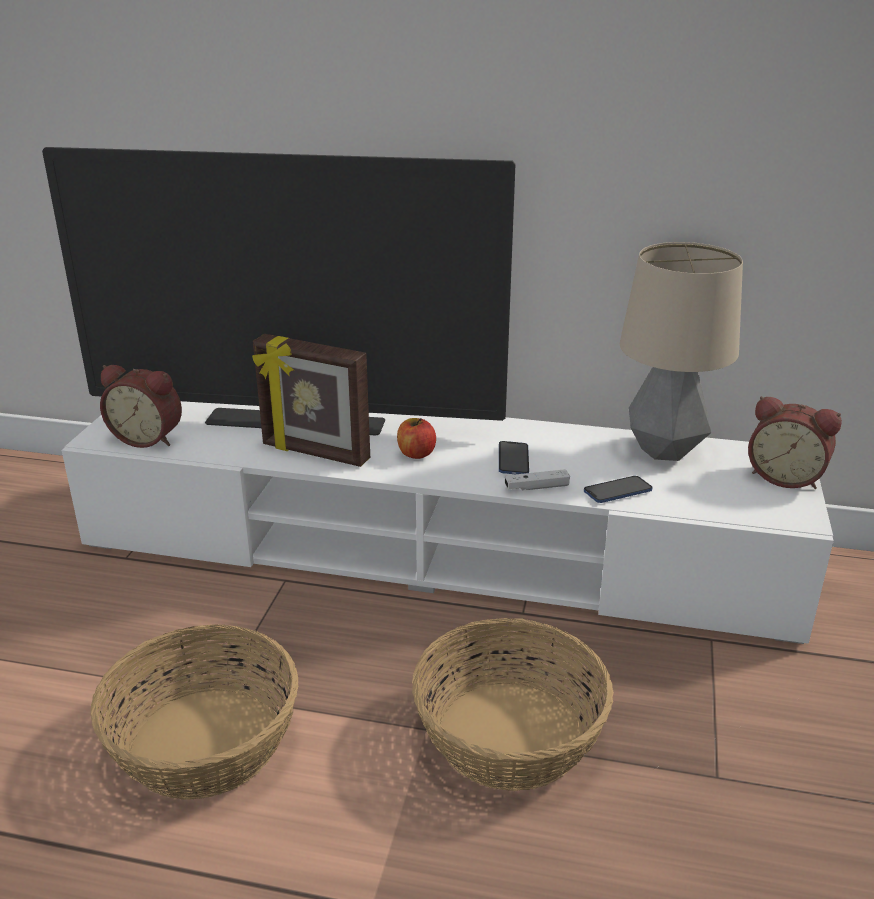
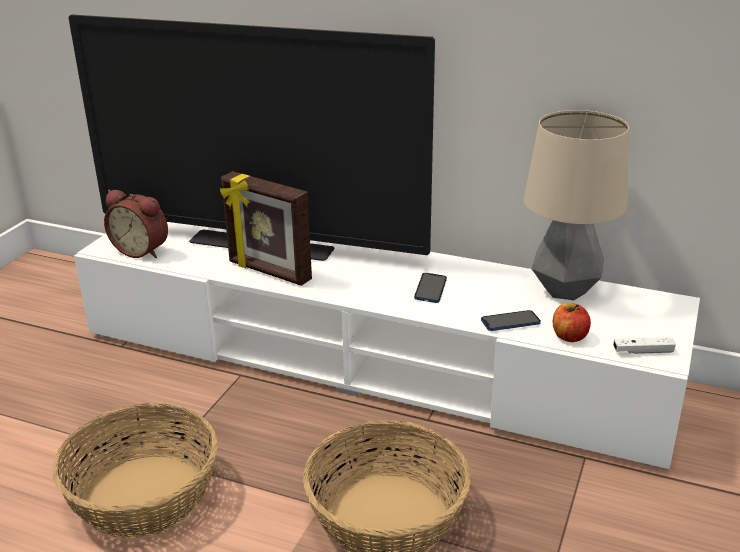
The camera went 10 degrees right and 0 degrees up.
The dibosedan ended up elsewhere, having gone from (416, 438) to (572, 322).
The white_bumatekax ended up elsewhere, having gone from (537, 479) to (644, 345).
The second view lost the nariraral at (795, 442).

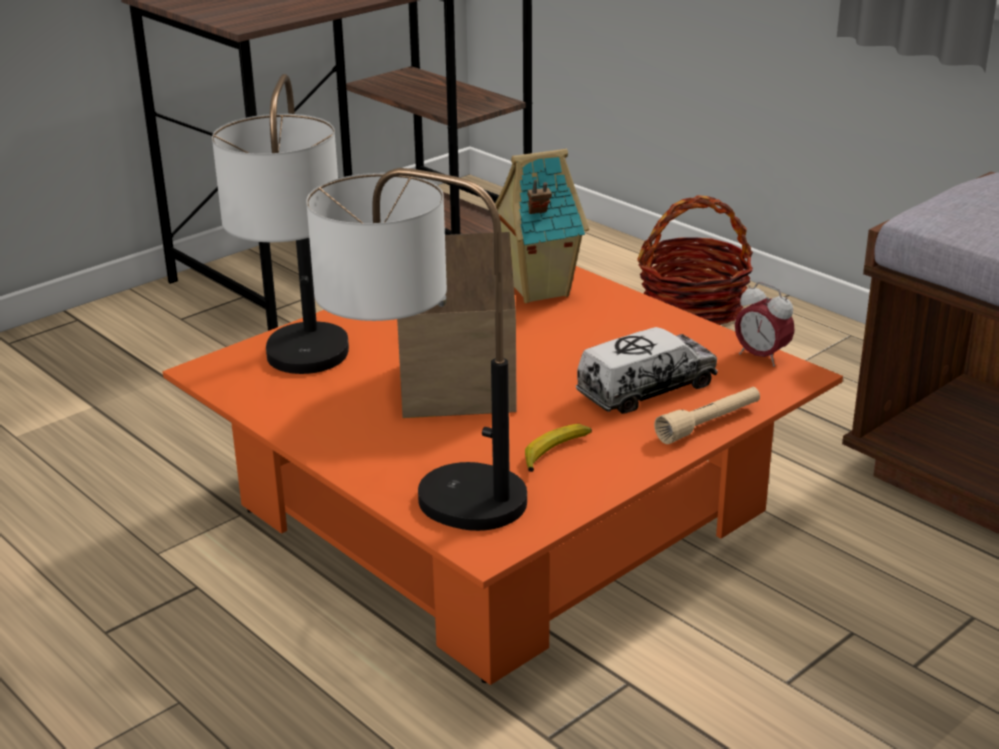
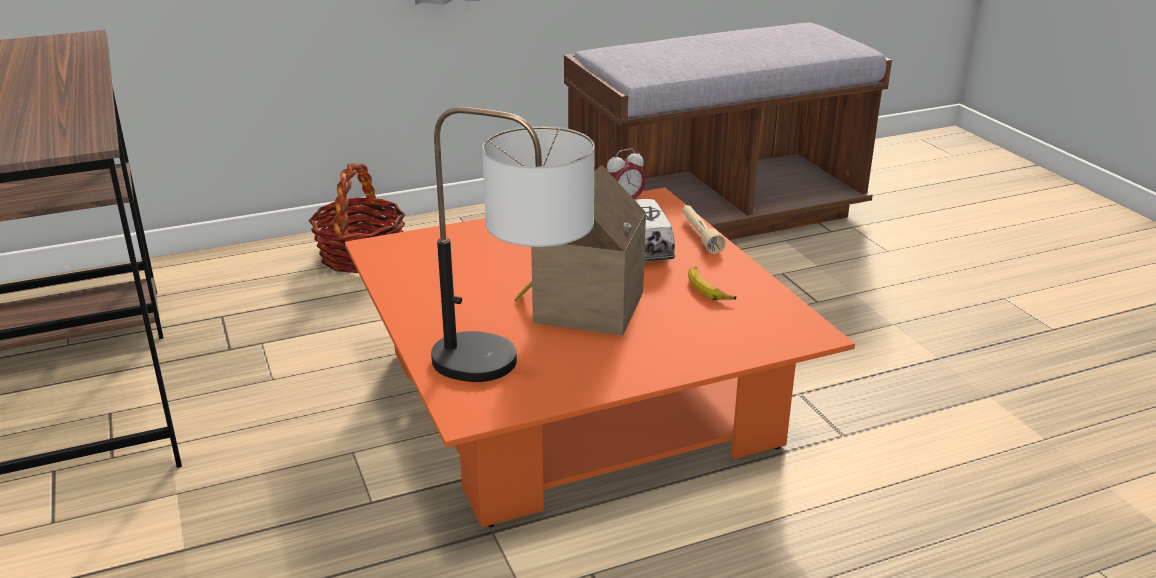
The camera went 70 degrees left and 0 degrees up.
The second view lost the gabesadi at (416, 349).
The second view lost the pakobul at (542, 226).

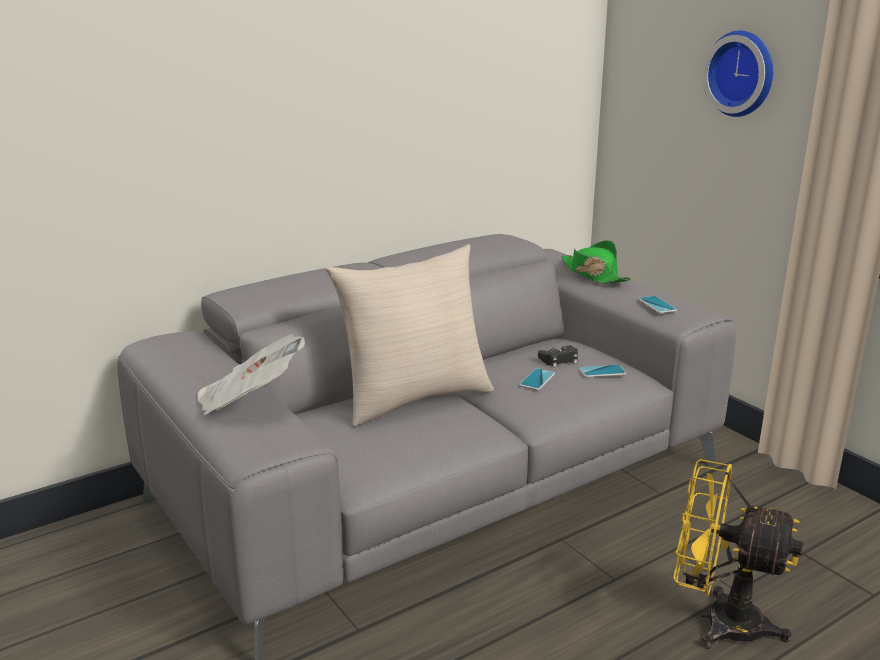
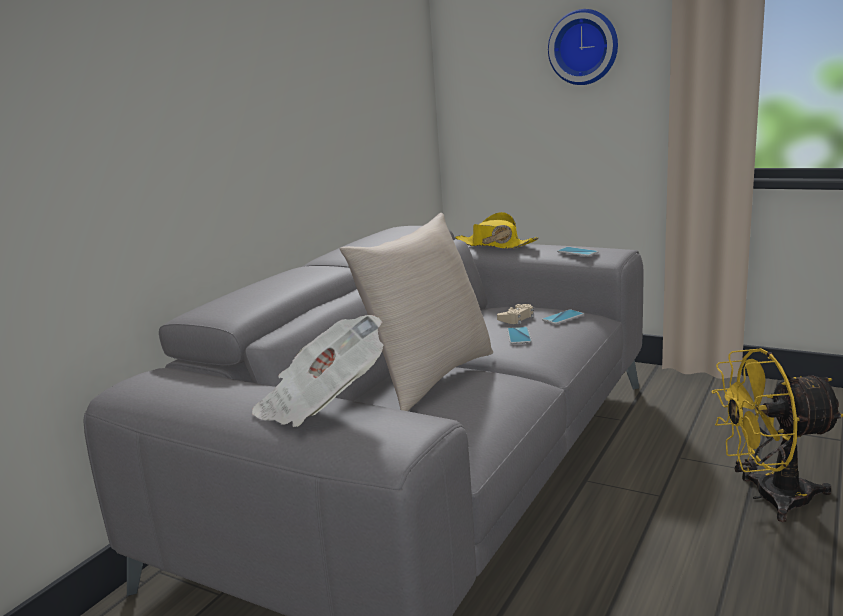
The camera went 25 degrees left and 5 degrees down.
What was the black_bumatekax at (558, 356) turned into the beige_bumatekax at (515, 314).
What was the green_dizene at (596, 262) turned into the yellow_dizene at (496, 230).

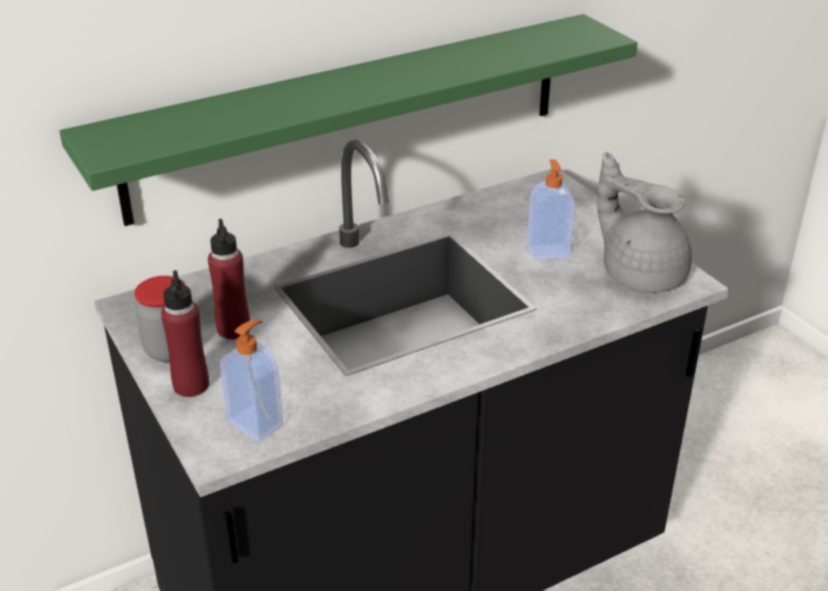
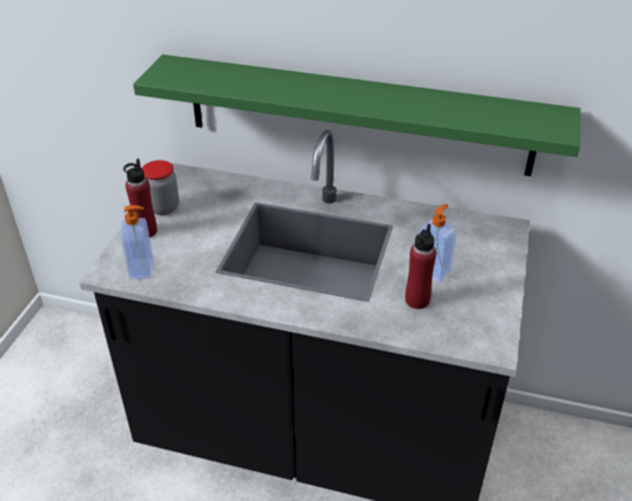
The camera went 45 degrees right and 5 degrees up.
The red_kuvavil ended up elsewhere, having gone from (229, 279) to (421, 266).
The second view lost the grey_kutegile at (644, 222).

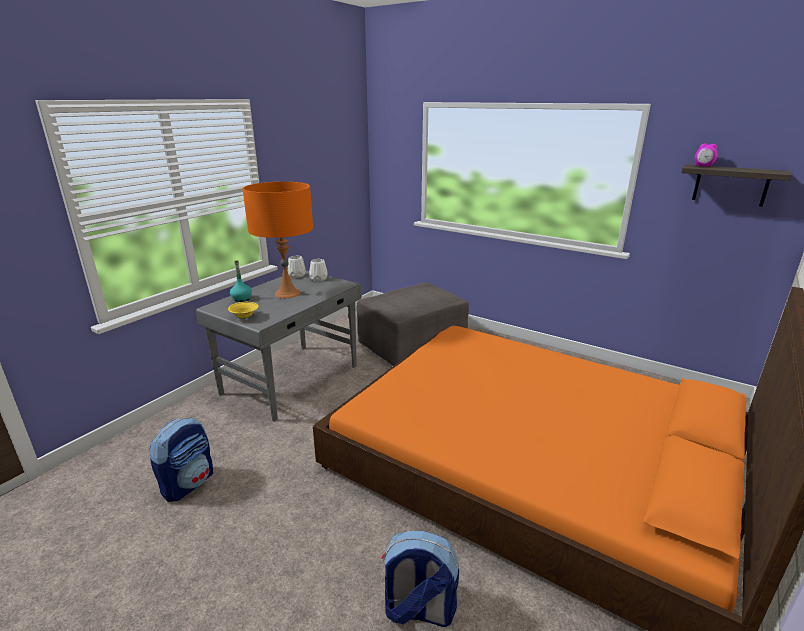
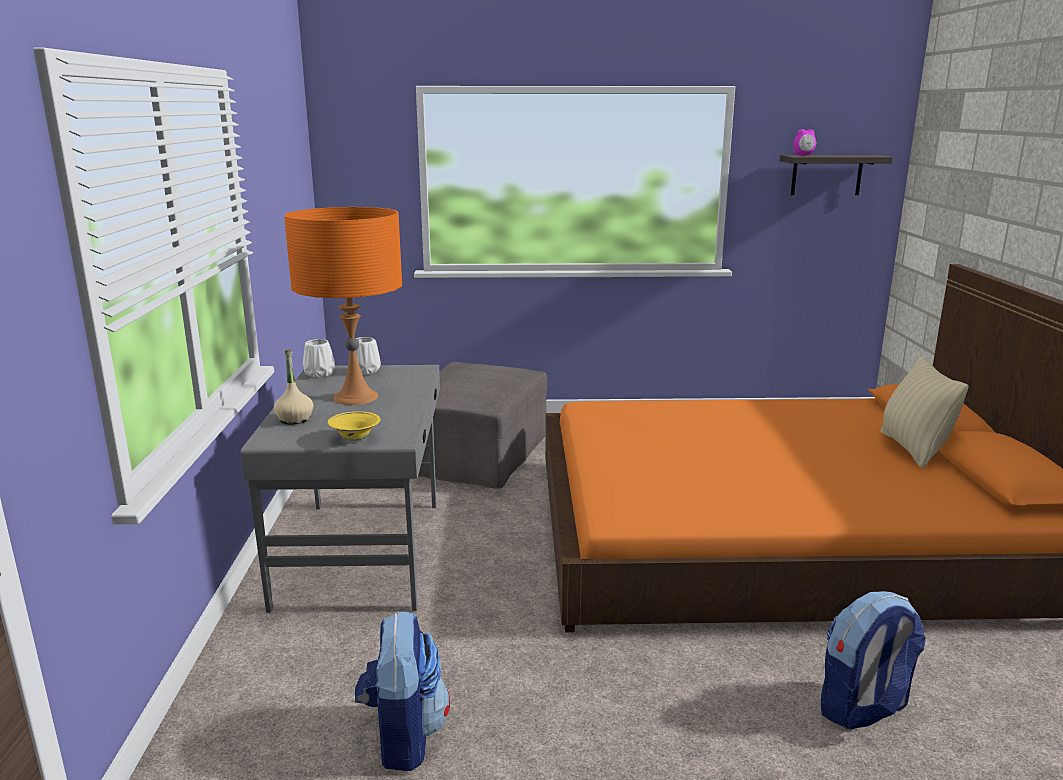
The camera went 35 degrees left and 5 degrees down.
What was the turquoise_kuvavil at (241, 281) turned into the beige_kuvavil at (293, 386).
The second view gained the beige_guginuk at (924, 412).

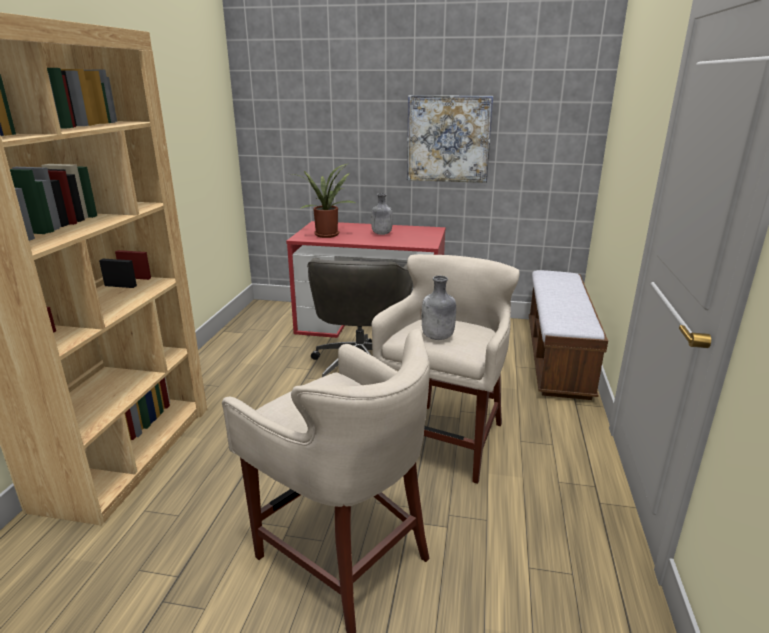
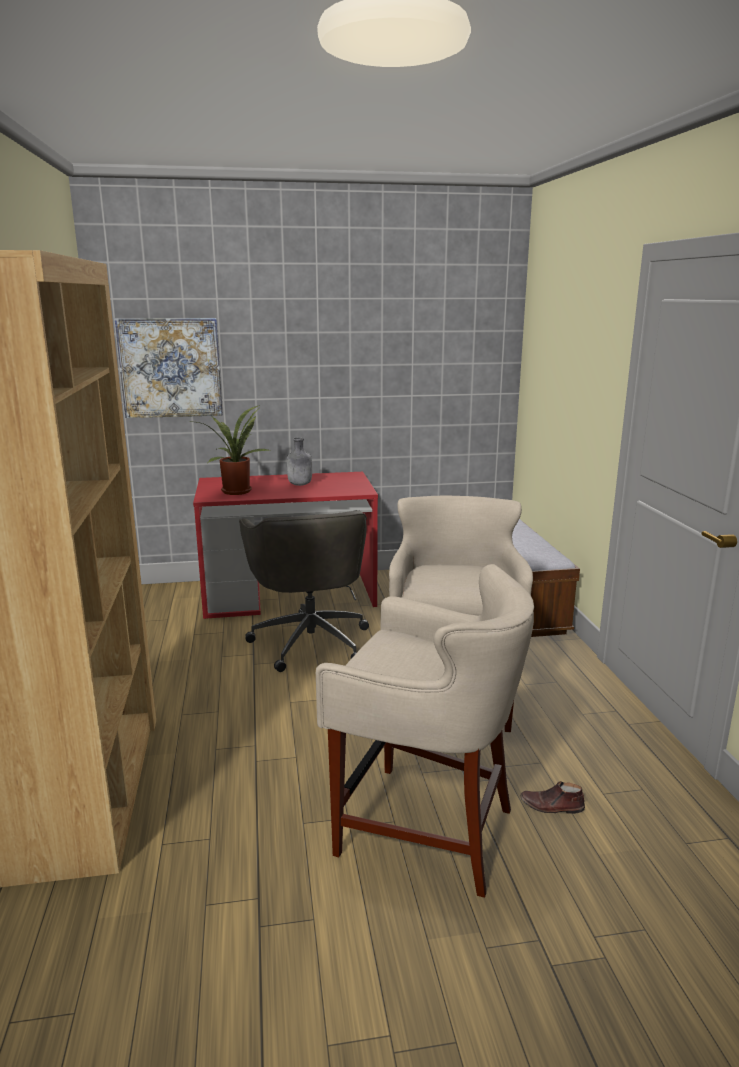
The camera went 20 degrees left and 5 degrees down.
The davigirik ended up elsewhere, having gone from (450, 139) to (169, 368).
The second view lost the grey_kuvavil at (439, 308).
The second view gained the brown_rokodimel at (552, 797).

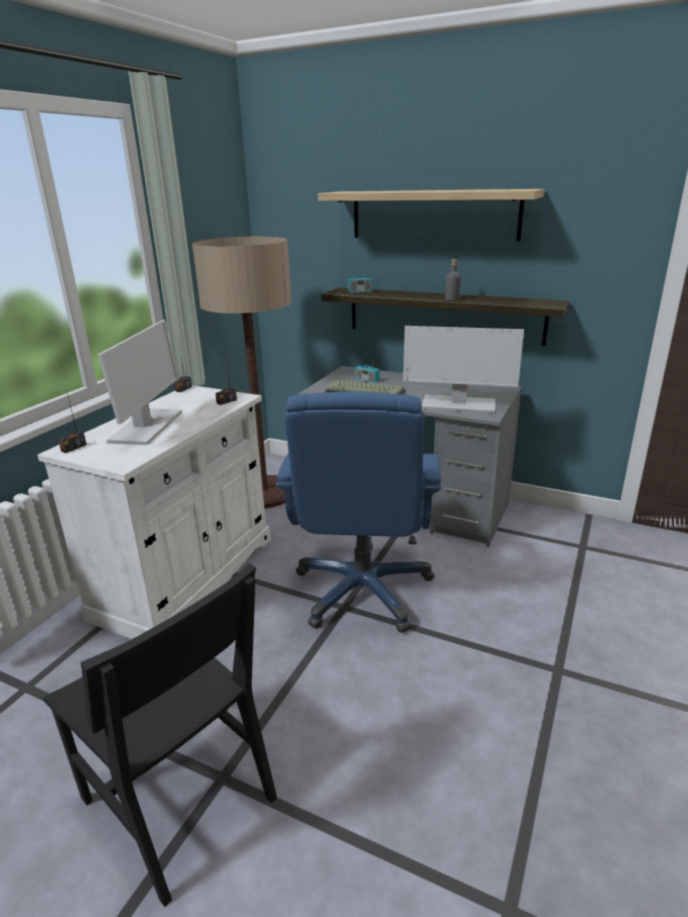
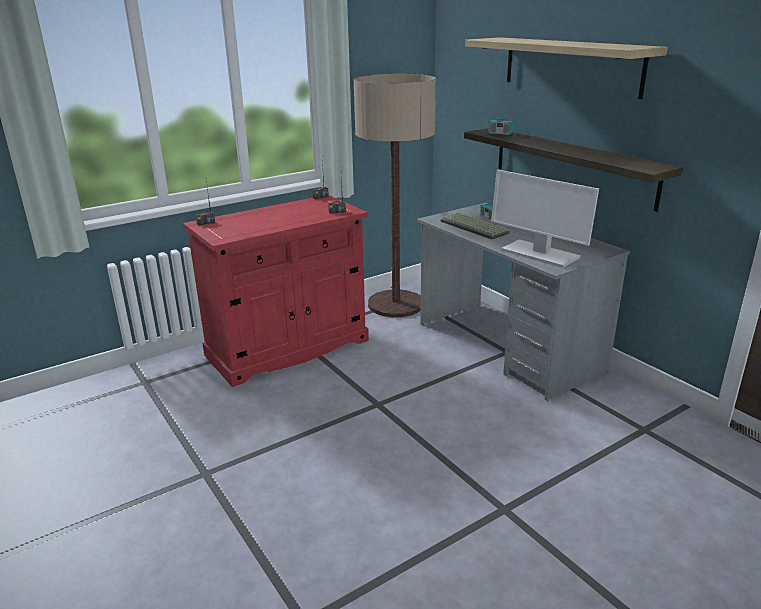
The camera went 30 degrees right and 0 degrees up.
What was the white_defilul at (154, 512) turned into the red_defilul at (276, 291).
The second view lost the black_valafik at (160, 735).
The second view lost the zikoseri at (140, 382).
The second view lost the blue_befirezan at (358, 512).
The second view lost the grey_kuvavil at (453, 279).

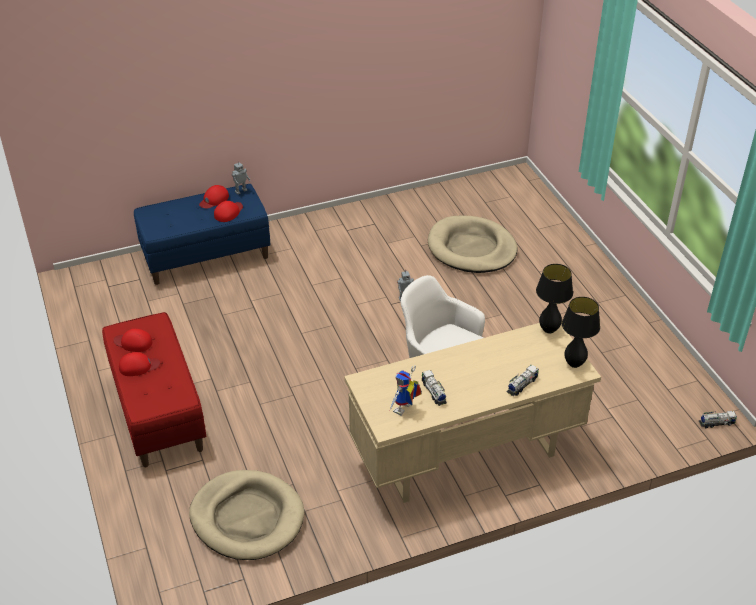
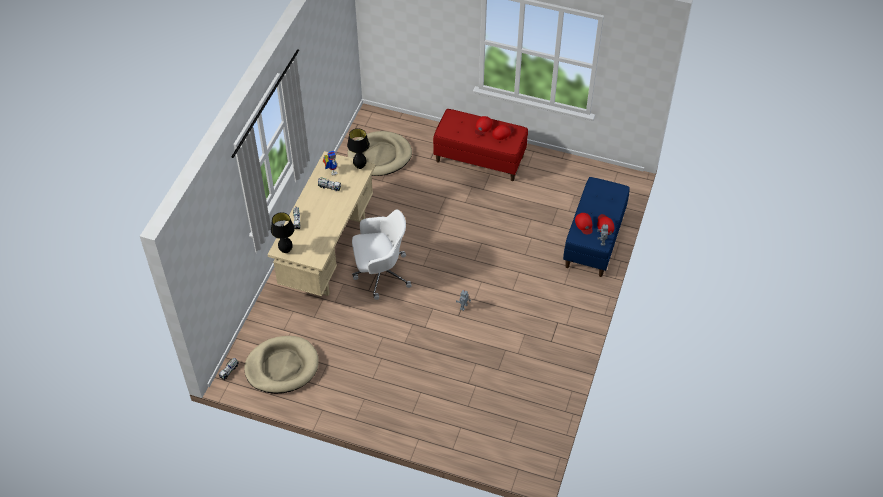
The camera went 130 degrees right and 10 degrees up.
The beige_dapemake ended up elsewhere, having gone from (473, 244) to (281, 365).
The black_gabesadi ended up elsewhere, having gone from (554, 299) to (358, 148).

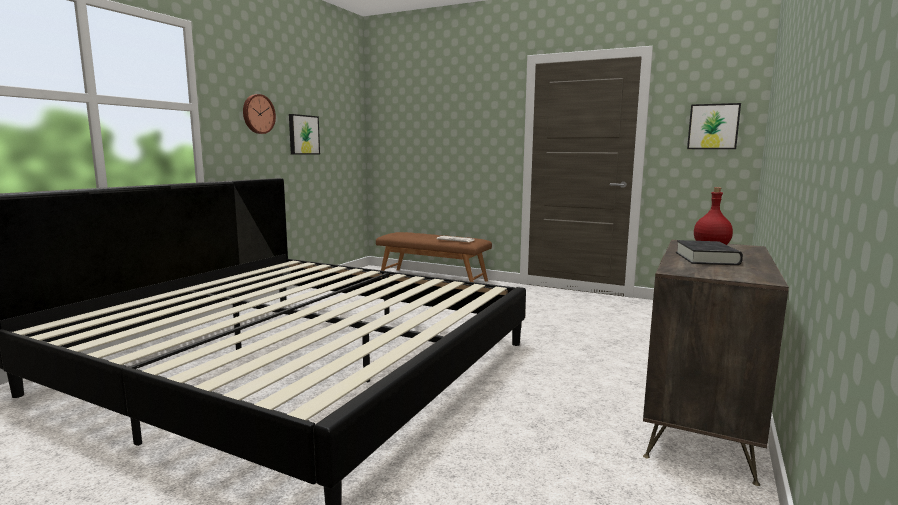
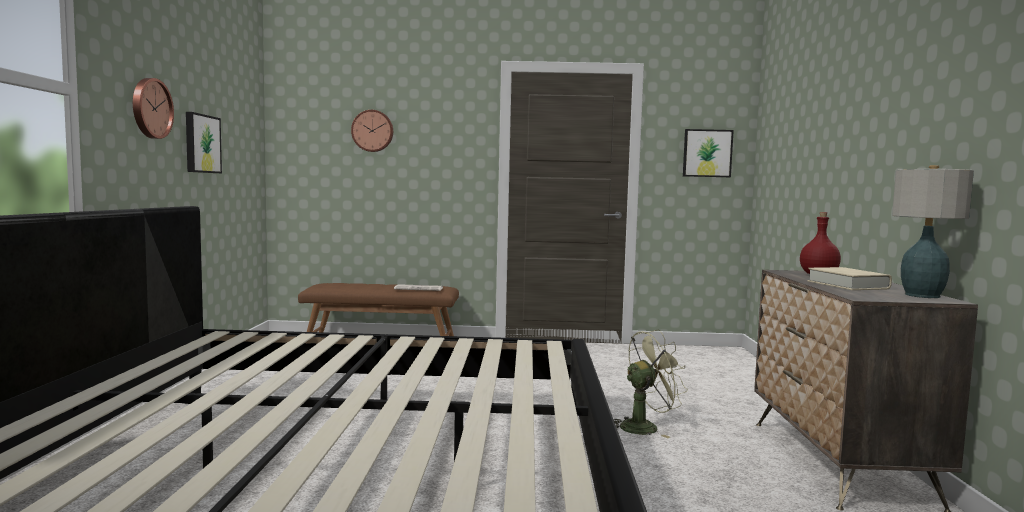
The camera went 25 degrees left and 5 degrees down.
What was the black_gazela at (709, 252) turned into the beige_gazela at (850, 278).
The second view gained the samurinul at (372, 131).
The second view gained the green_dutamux at (650, 383).
The second view gained the gabesadi at (933, 231).

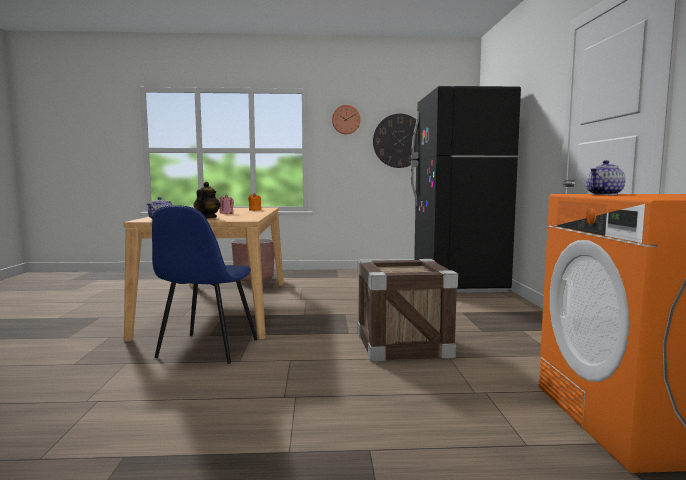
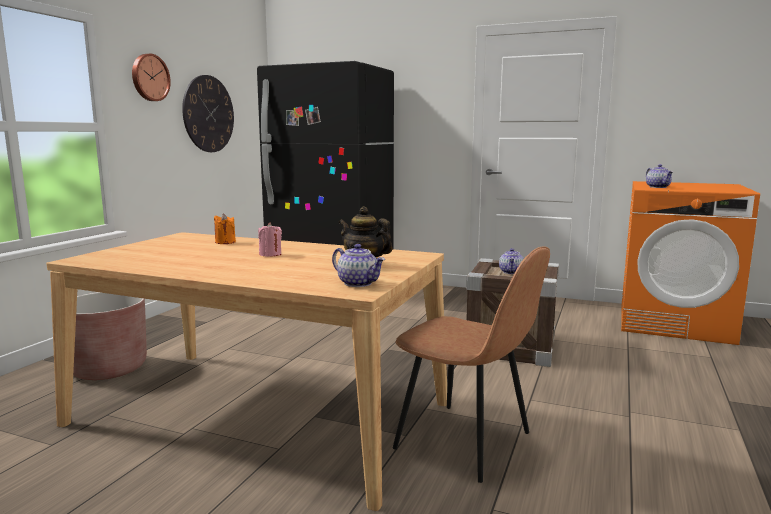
The camera went 65 degrees left and 5 degrees up.
What was the blue_valafik at (204, 284) turned into the brown_valafik at (471, 364).
The second view gained the kutegile at (511, 261).

